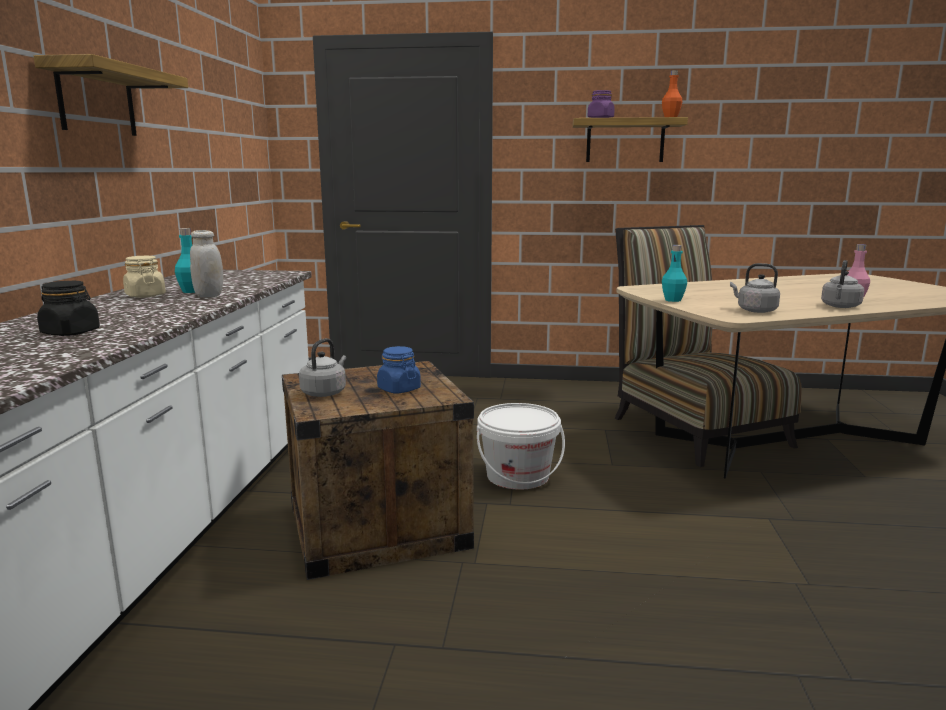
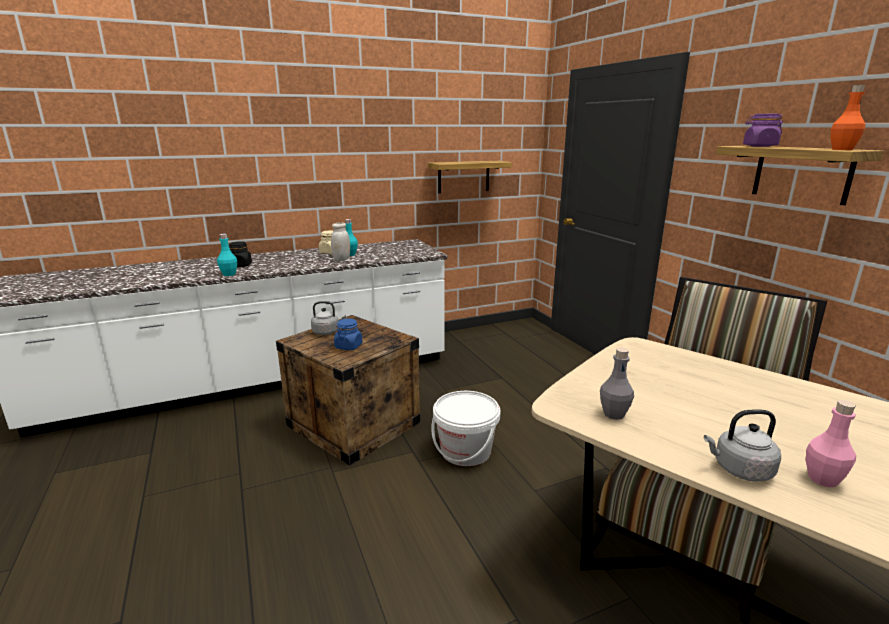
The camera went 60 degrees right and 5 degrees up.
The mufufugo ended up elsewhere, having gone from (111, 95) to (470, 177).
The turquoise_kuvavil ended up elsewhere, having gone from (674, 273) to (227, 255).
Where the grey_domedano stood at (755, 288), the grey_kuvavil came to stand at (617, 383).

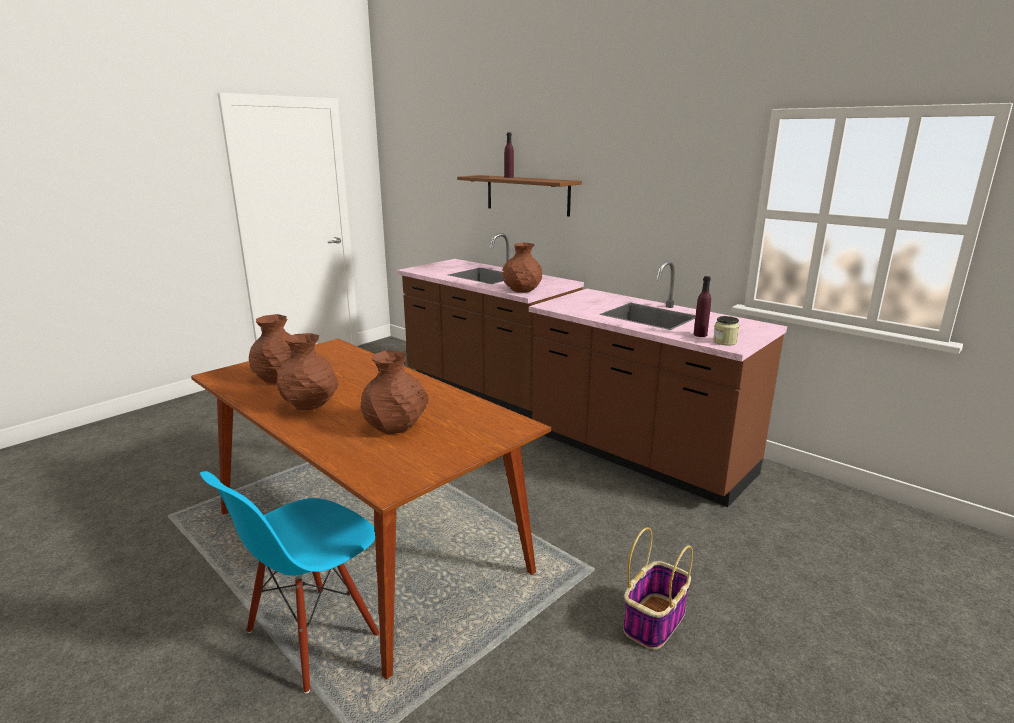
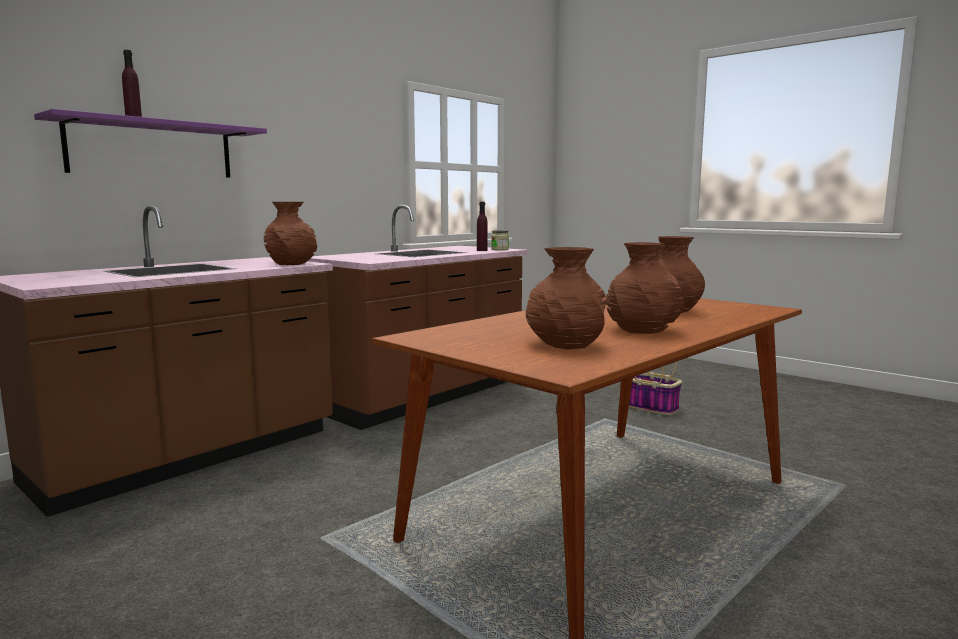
The camera went 90 degrees left and 10 degrees down.
The second view lost the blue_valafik at (290, 582).
What was the brown_mufufugo at (519, 196) turned into the purple_mufufugo at (150, 143).

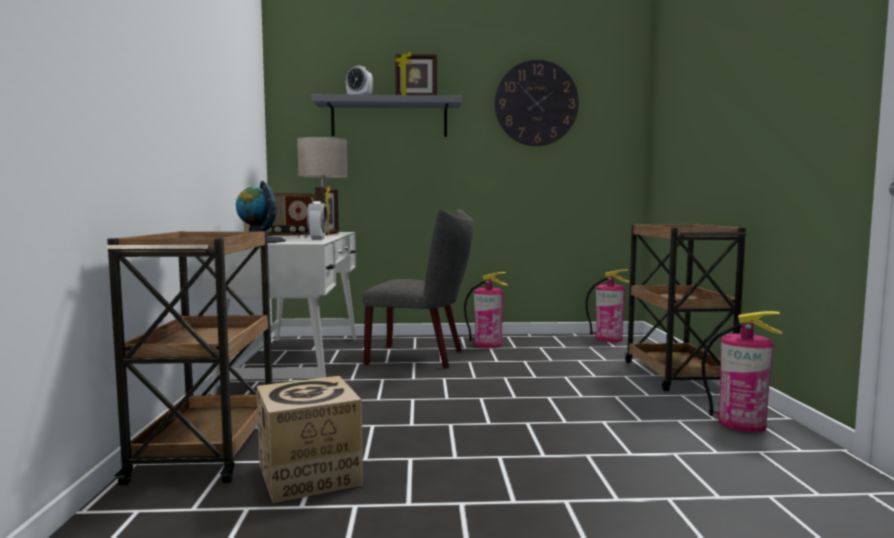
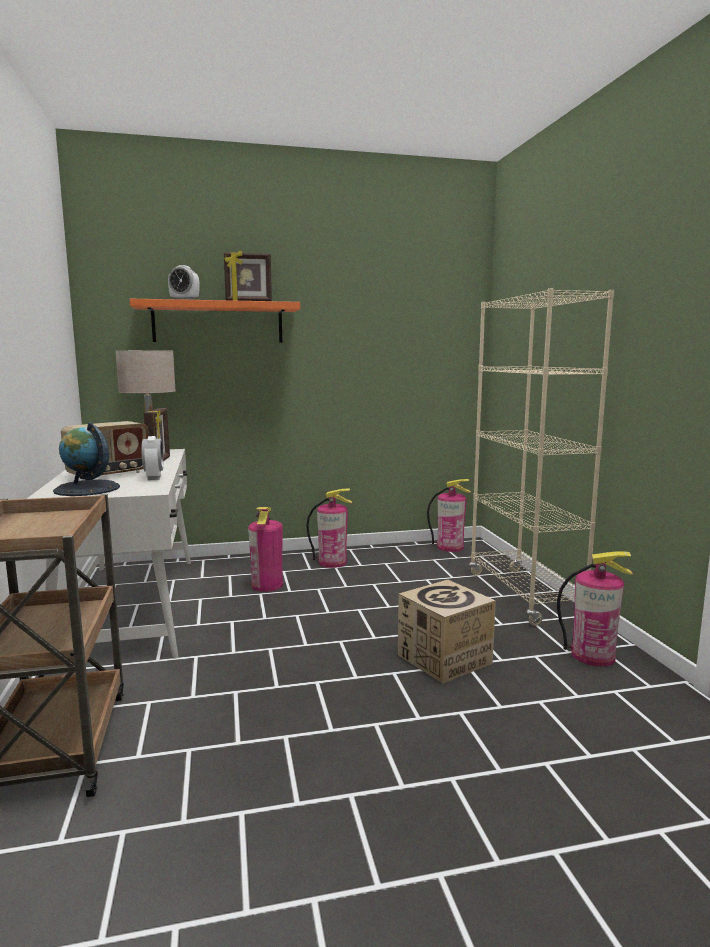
The camera went 10 degrees left and 5 degrees up.
The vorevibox ended up elsewhere, having gone from (310, 439) to (447, 631).
What was the grey_mufufugo at (387, 115) turned into the orange_mufufugo at (215, 321).
Where the grey_valafik stood at (418, 288), the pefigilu came to stand at (265, 549).
The second view lost the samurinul at (537, 103).
Where the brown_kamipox stood at (685, 307), the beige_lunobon came to stand at (542, 457).

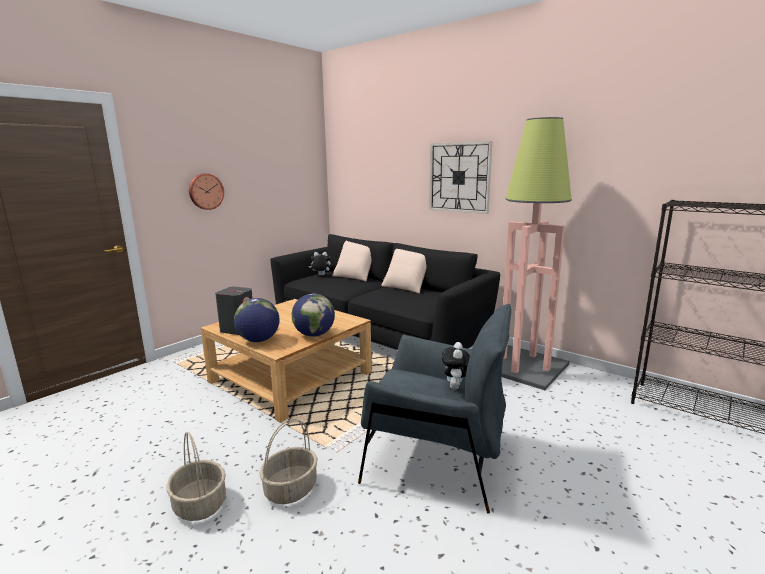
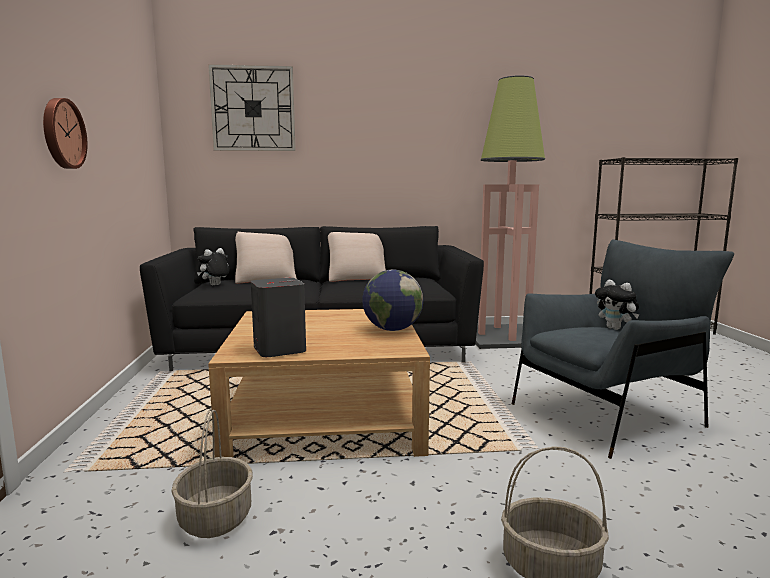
The camera went 45 degrees left and 5 degrees down.
The second view lost the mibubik at (257, 320).
The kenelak ended up elsewhere, having gone from (288, 461) to (212, 473).
The samurinul ended up elsewhere, having gone from (460, 177) to (252, 107).

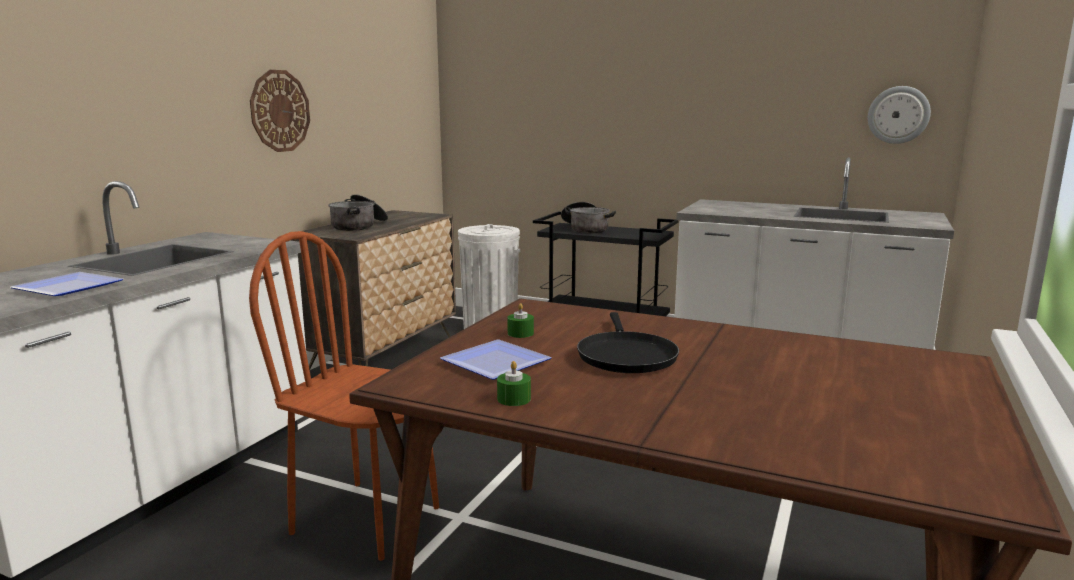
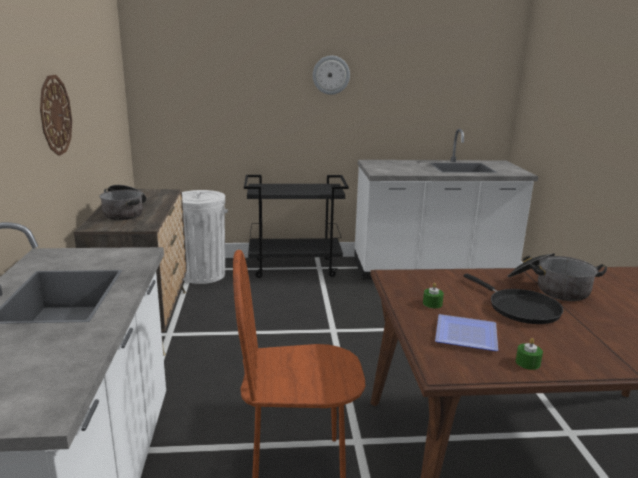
The camera went 30 degrees left and 5 degrees up.
The second view lost the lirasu at (66, 284).
The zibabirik ended up elsewhere, having gone from (588, 217) to (557, 277).
The samurinul ended up elsewhere, having gone from (899, 115) to (331, 75).

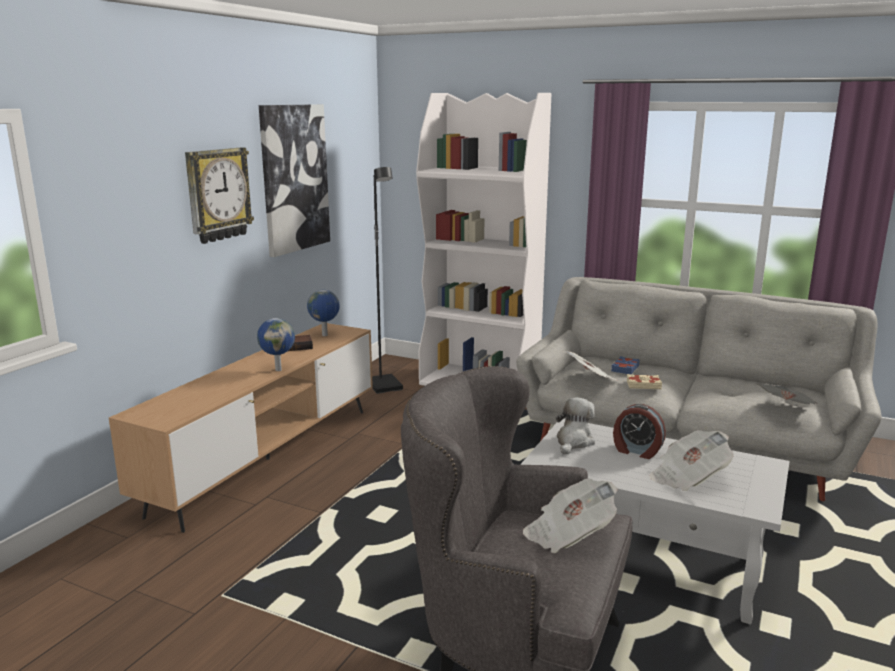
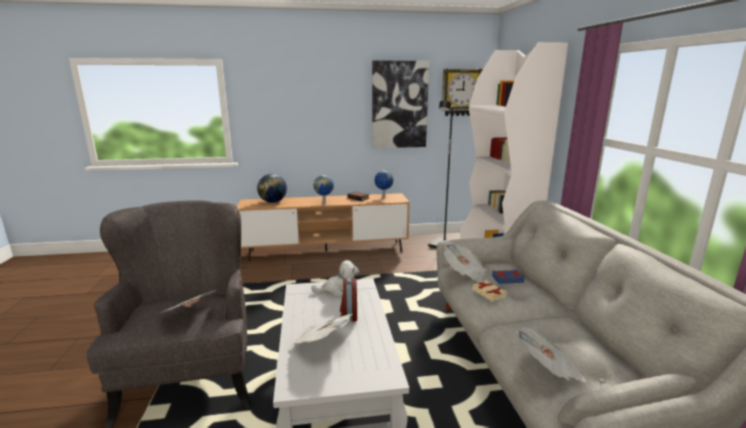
The camera went 55 degrees right and 0 degrees up.
The samurinul ended up elsewhere, having gone from (219, 195) to (462, 92).
The second view gained the mibubik at (272, 188).

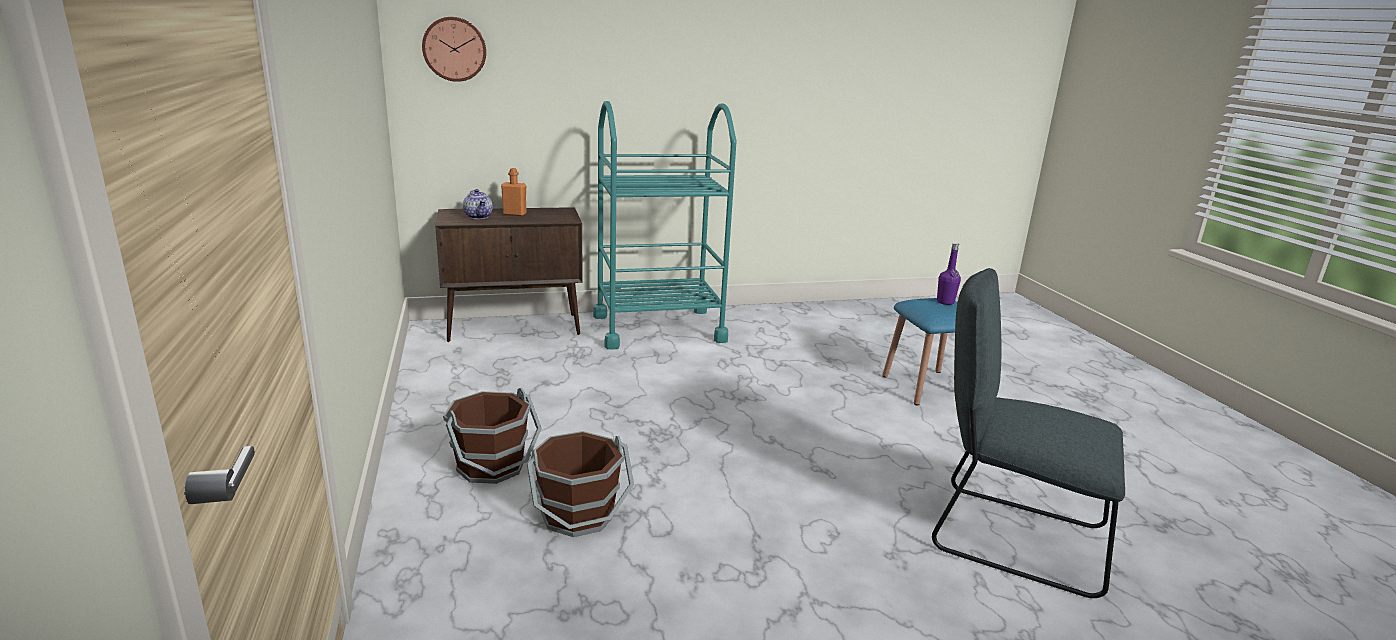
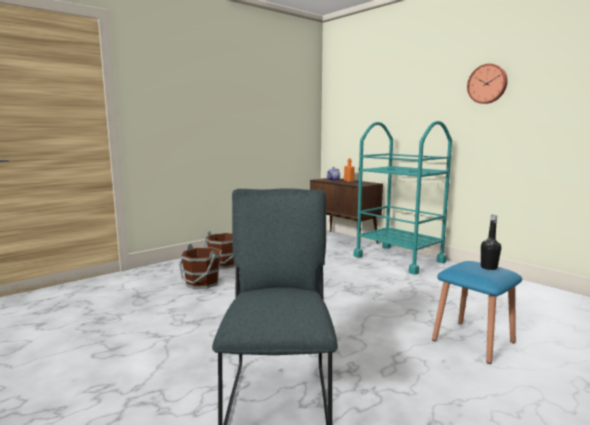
The camera went 65 degrees right and 10 degrees down.
The samurinul ended up elsewhere, having gone from (454, 49) to (487, 84).
What was the purple_kuvavil at (949, 274) turned into the black_kuvavil at (491, 242).

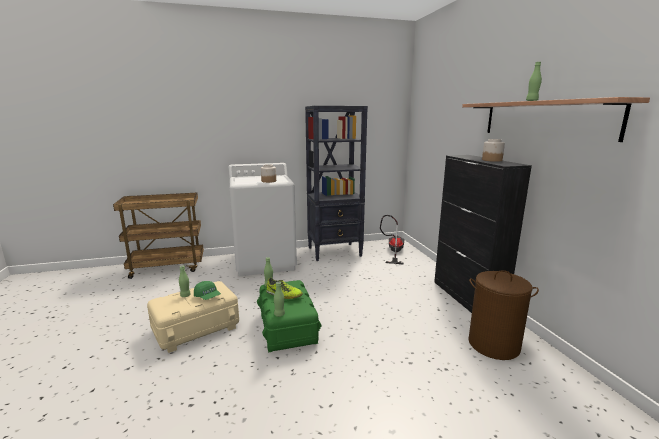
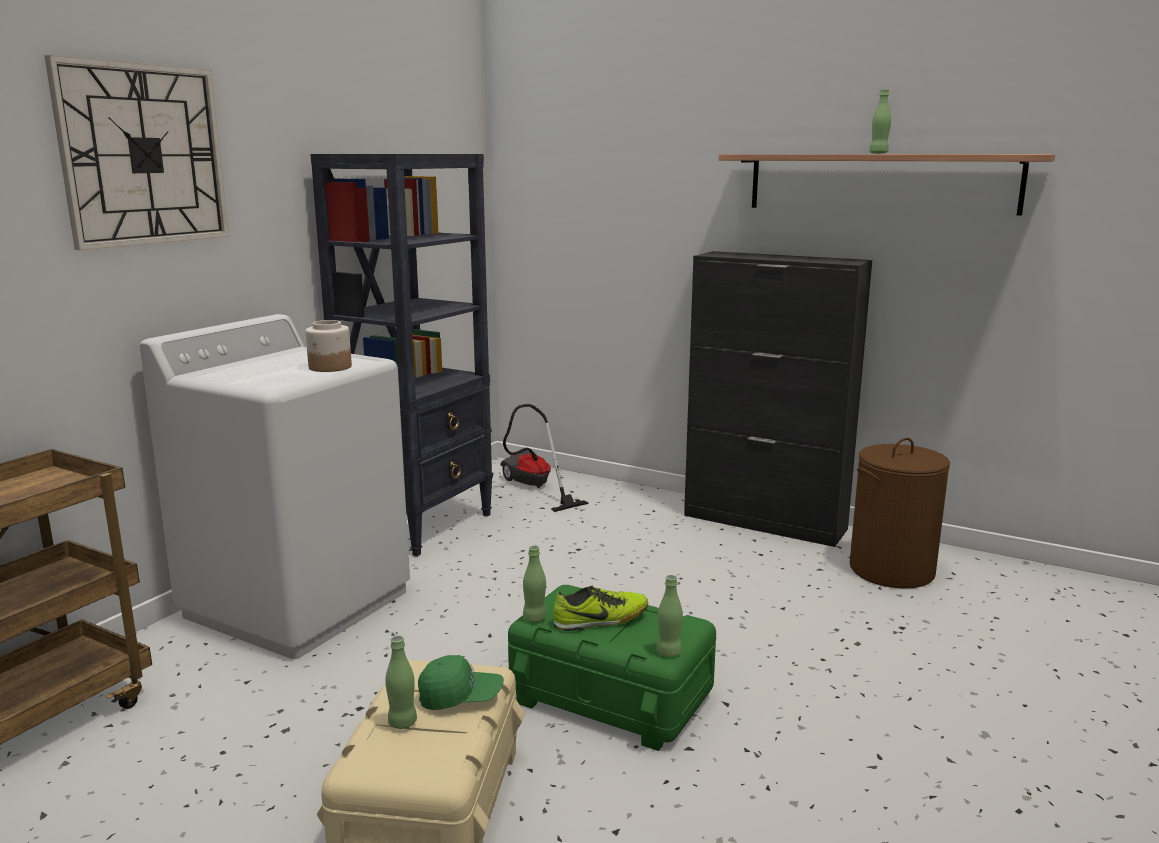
The camera went 45 degrees left and 0 degrees up.
The second view lost the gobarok at (493, 150).
The second view gained the samurinul at (137, 152).

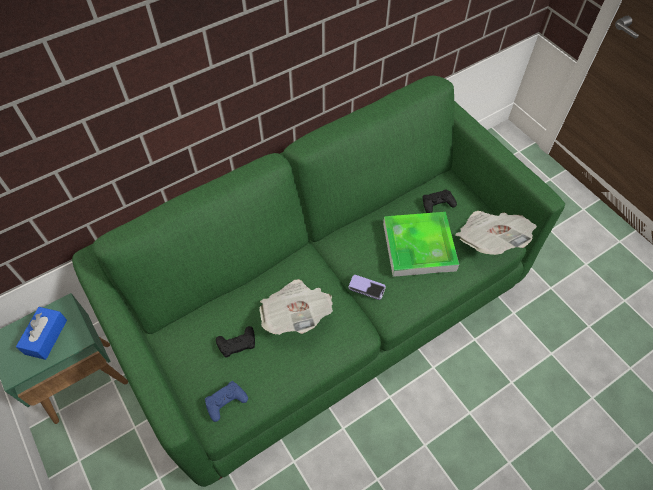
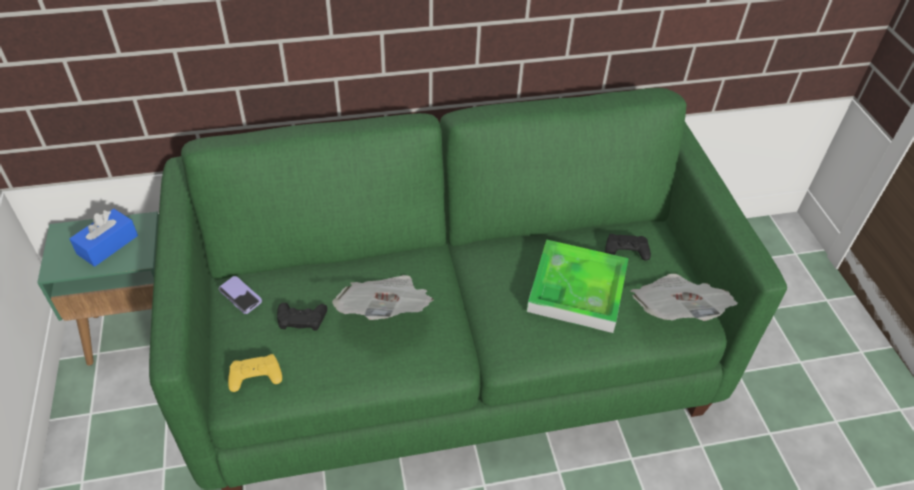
The camera went 20 degrees right and 10 degrees down.
What was the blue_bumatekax at (226, 401) turned into the yellow_bumatekax at (255, 373).
The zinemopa ended up elsewhere, having gone from (367, 287) to (240, 295).

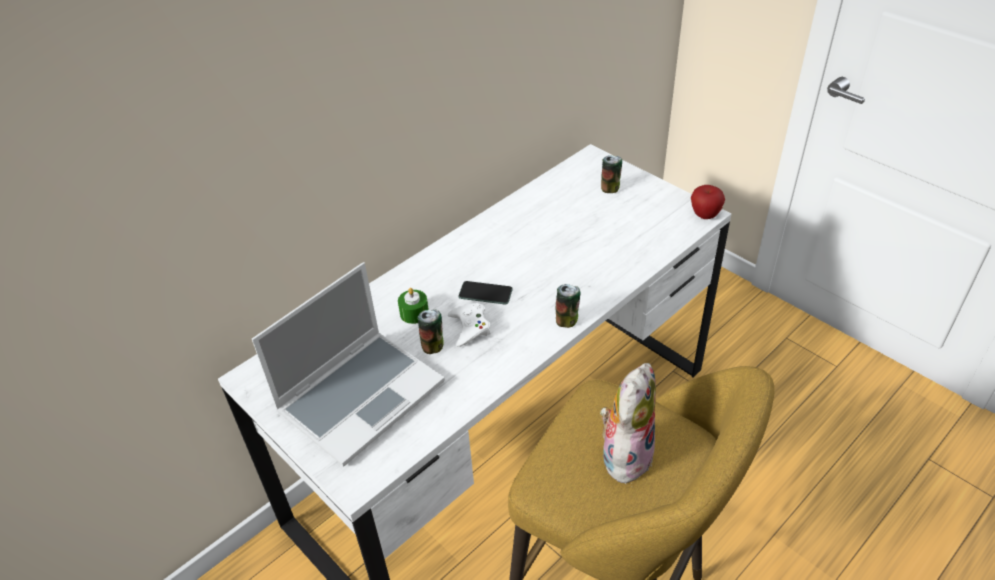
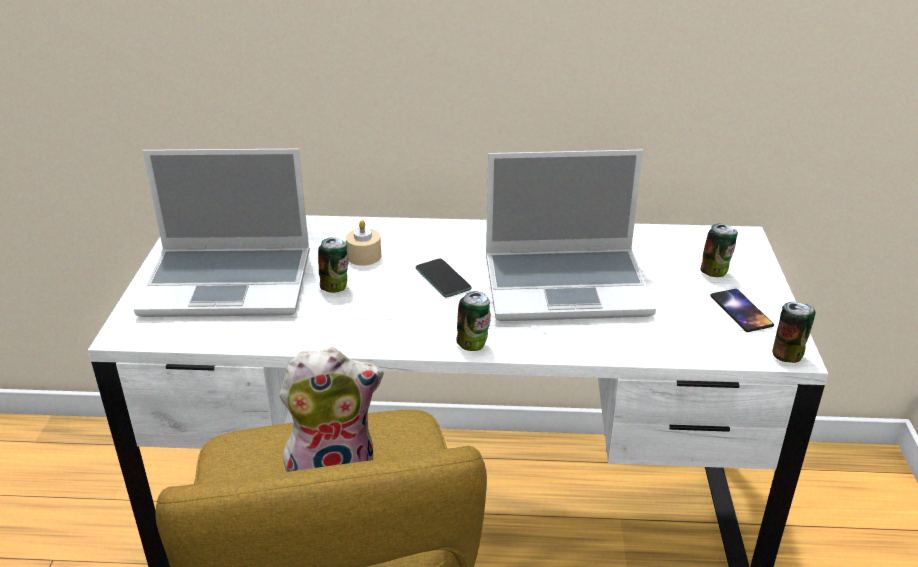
The camera went 45 degrees right and 10 degrees down.
What was the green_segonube at (413, 306) turned into the beige_segonube at (363, 243).
The second view lost the white_bumatekax at (469, 325).
Where the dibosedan stood at (708, 202), the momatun came to stand at (794, 332).
The second view gained the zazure at (571, 235).
The second view gained the zinemopa at (742, 310).

